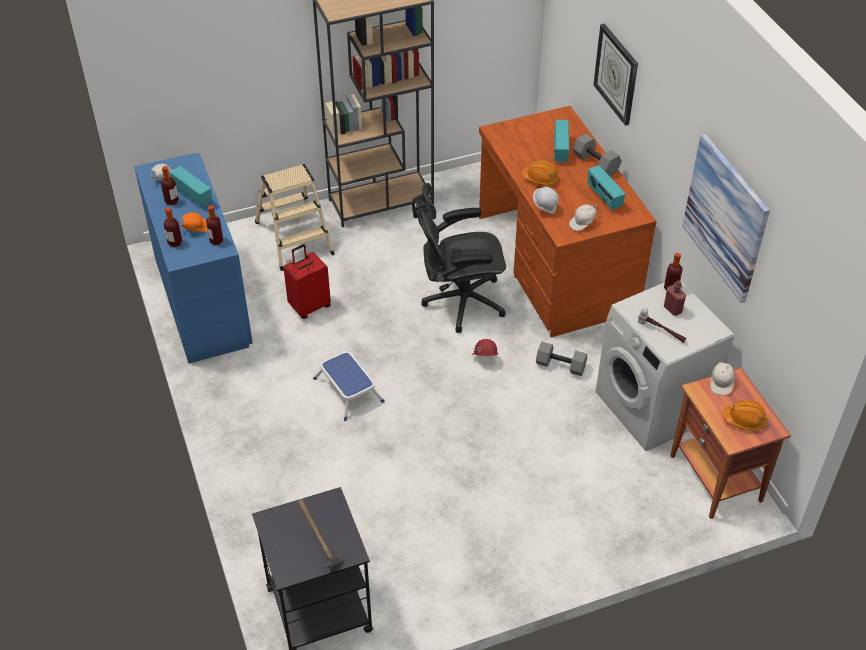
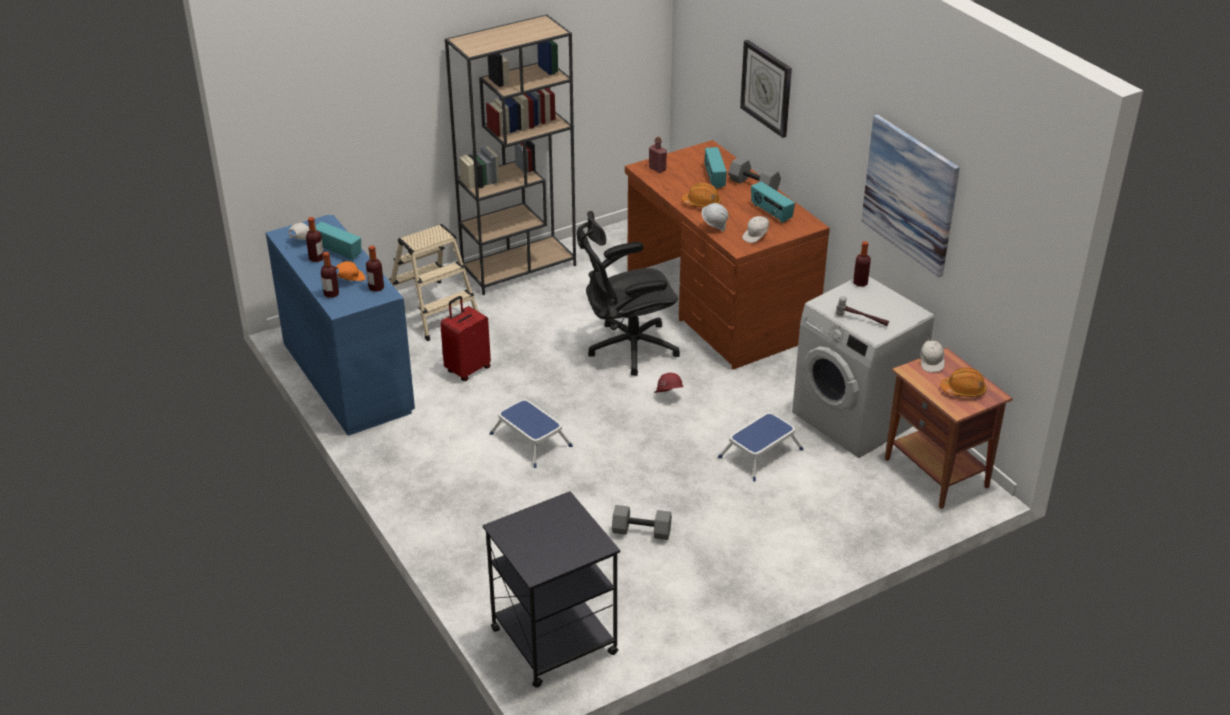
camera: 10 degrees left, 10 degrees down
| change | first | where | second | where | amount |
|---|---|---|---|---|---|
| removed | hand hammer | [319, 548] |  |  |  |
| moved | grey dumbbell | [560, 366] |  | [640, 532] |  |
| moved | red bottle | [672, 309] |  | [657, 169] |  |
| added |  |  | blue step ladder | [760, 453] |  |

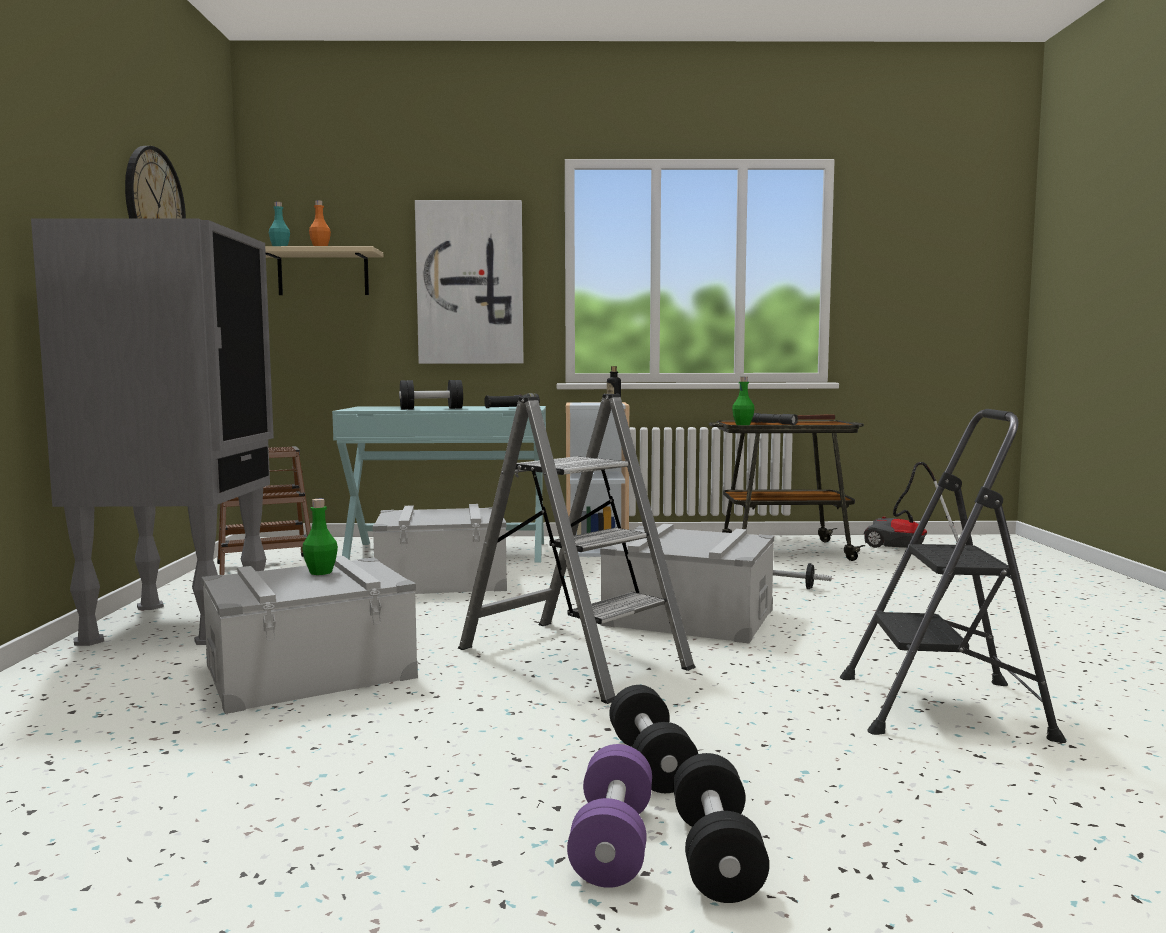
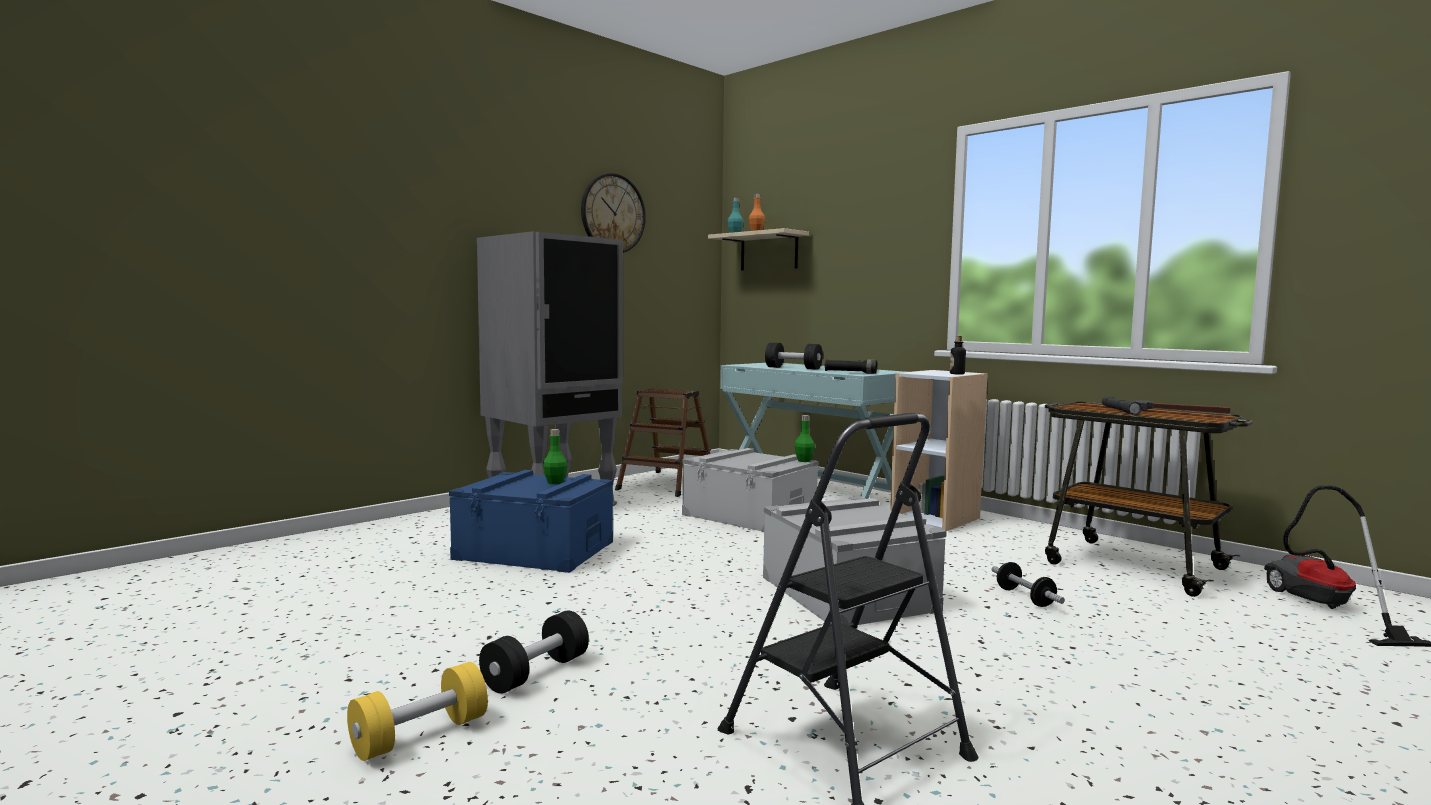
camera: 45 degrees right, 0 degrees up
| change | first | where | second | where | amount |
|---|---|---|---|---|---|
| recoloured | grey storage box | [310, 671] | blue storage box | [535, 550] |  |
| removed | wall art | [470, 283] |  |  |  |
| removed | grey step ladder | [570, 656] |  |  |  |
| removed | purple-coloured dumbbell | [613, 843] |  |  |  |
| recoloured | black dumbbell | [716, 856] | yellow-coloured dumbbell | [420, 735] |  |
| moved | greenish bottle | [743, 425] |  | [804, 460] |  |

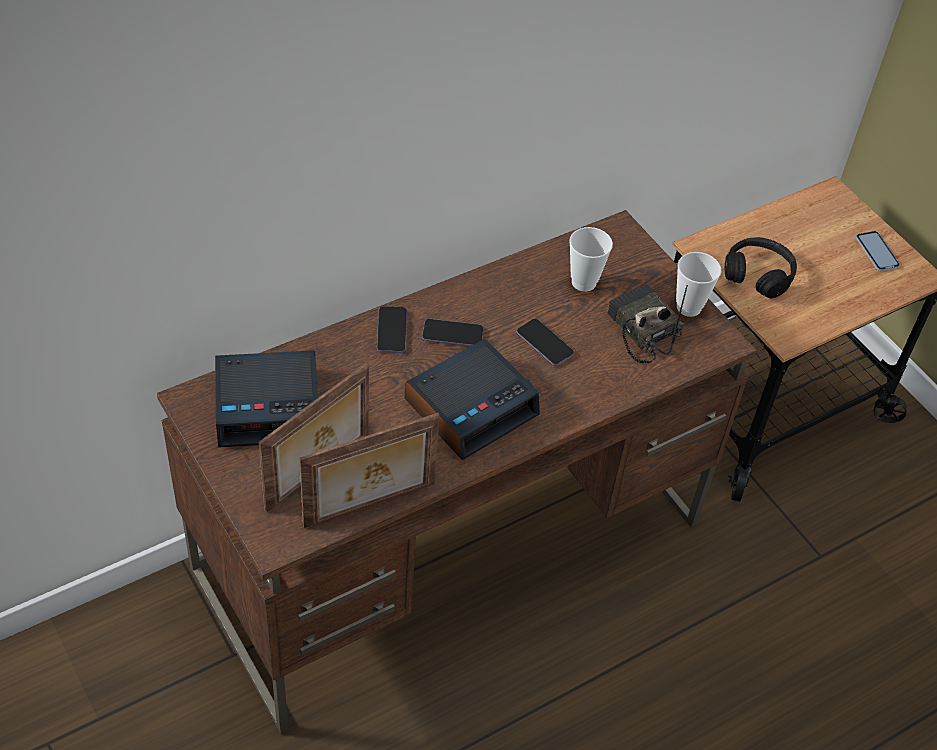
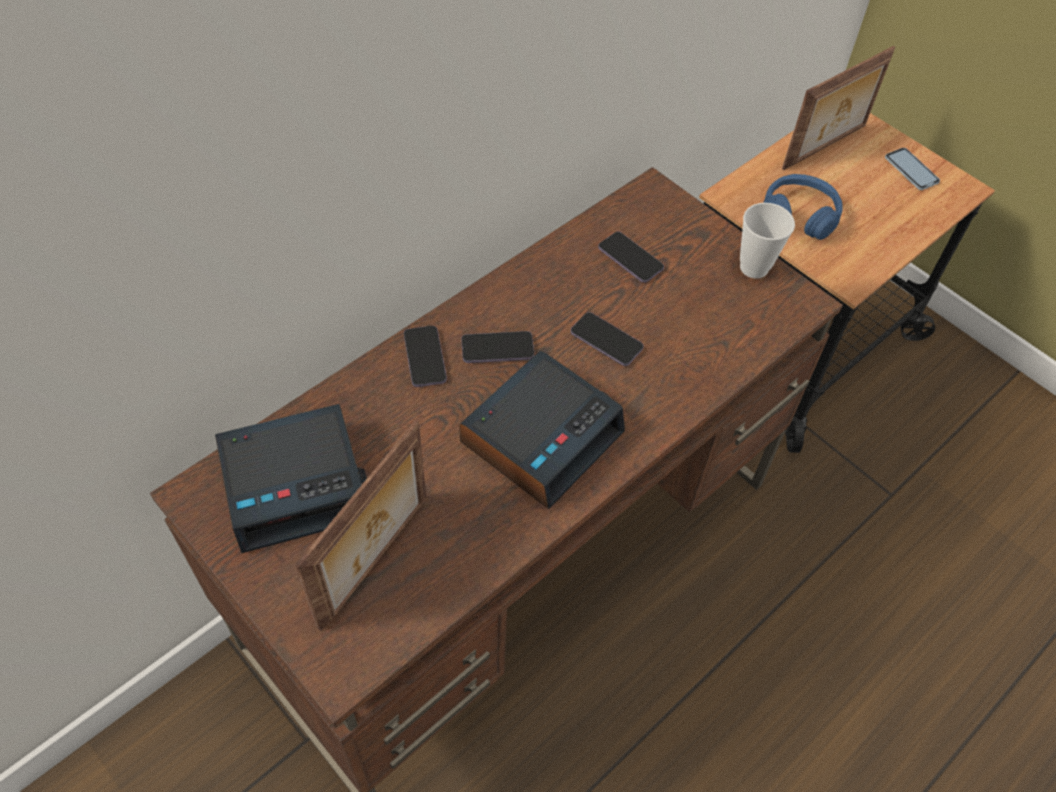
camera: 10 degrees left, 5 degrees up
| change | first | where | second | where | amount |
|---|---|---|---|---|---|
| moved | picture frame | [370, 506] |  | [825, 148] |  |
| replaced | cup | [583, 282] | telephone | [630, 259] |  |
| removed | radio set | [641, 330] |  |  |  |
| recoloured | black pair of headphones | [758, 275] | blue pair of headphones | [799, 215] |  |

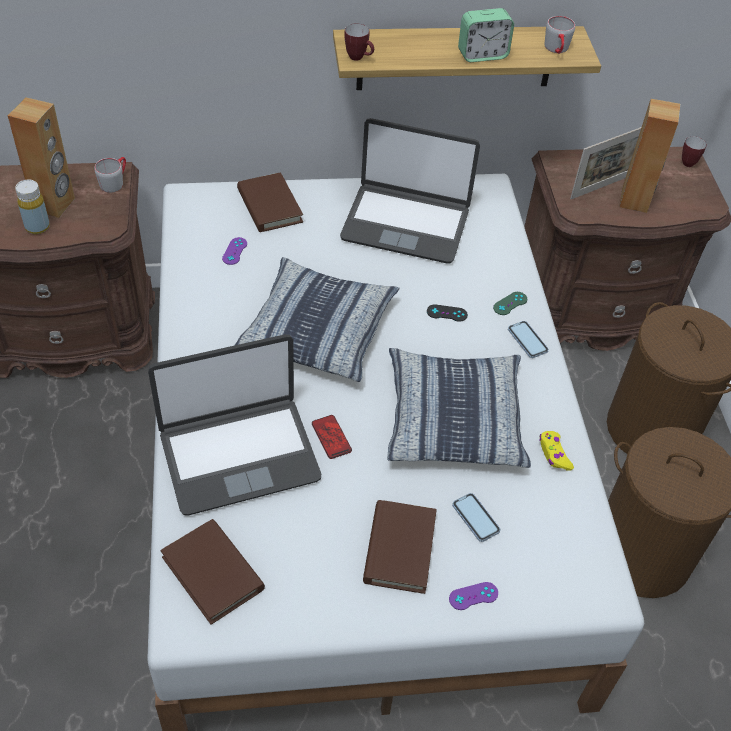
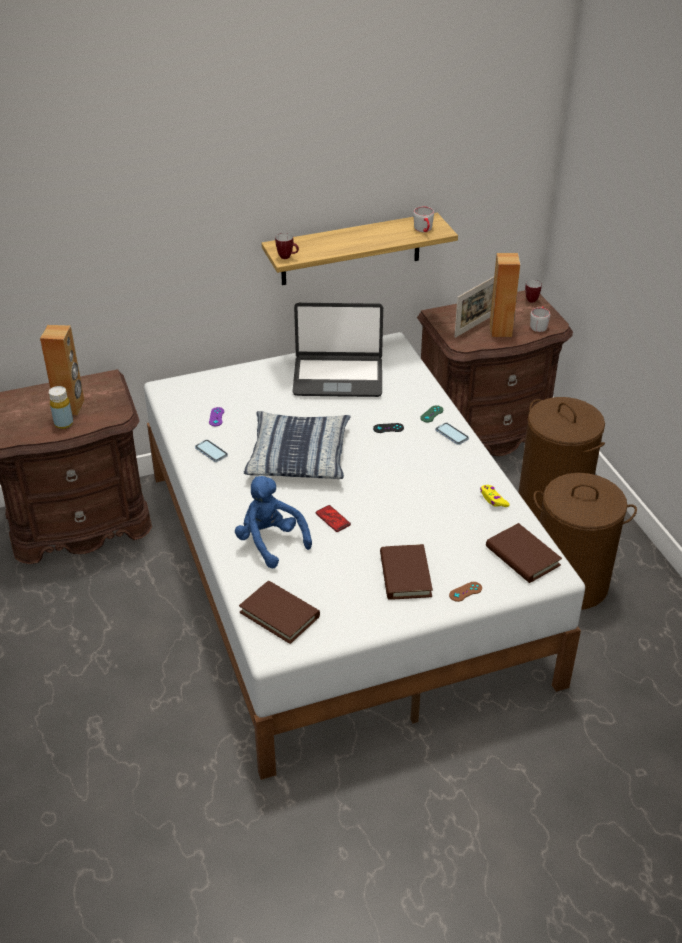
camera: 10 degrees left, 10 degrees down
| change | first | where | second | where | amount |
|---|---|---|---|---|---|
| moved | grey tea mug | [115, 181] |  | [539, 325] |  |
| replaced | portable computer | [239, 454] | blue soft toy | [270, 542] |  |
| moved | brown volume | [269, 206] |  | [522, 556] |  |
| removed | cushion | [454, 418] |  |  |  |
| recoloured | purple-coloured gamepad | [473, 596] | brown gamepad | [465, 592] |  |
| moved | telephone | [475, 518] |  | [211, 452] |  |
| removed | alarm clock | [482, 55] |  |  |  |

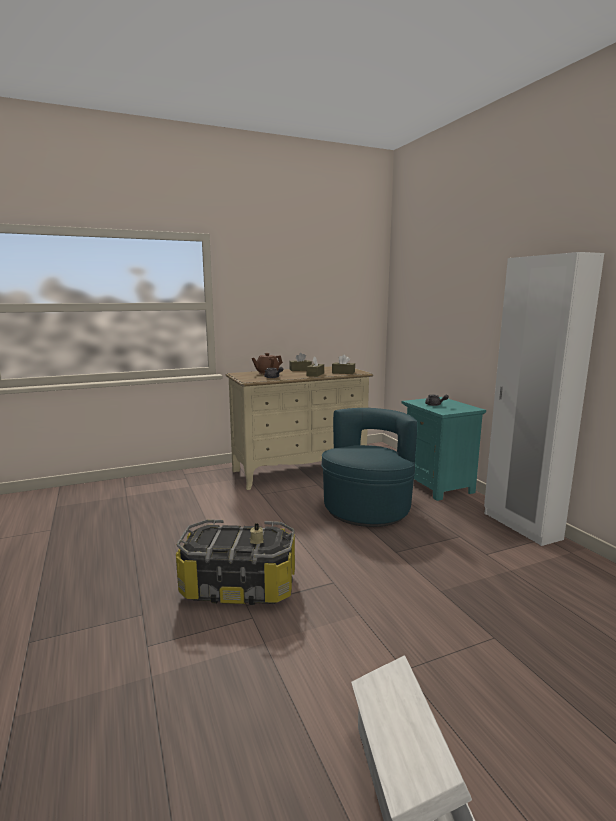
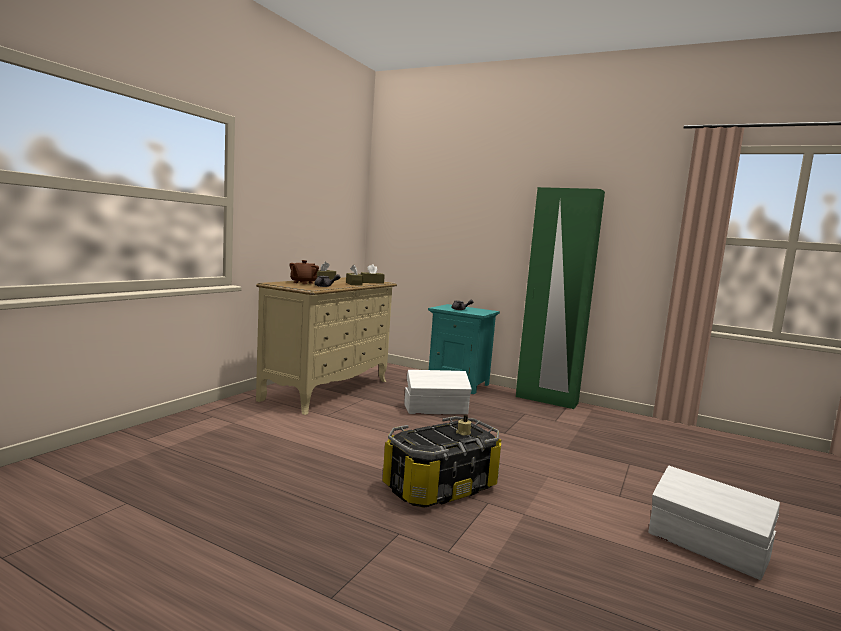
camera: 40 degrees left, 5 degrees down
| change | first | where | second | where | amount |
|---|---|---|---|---|---|
| replaced | turquoise-coloured easy chair | [366, 509] | whitish storage box | [436, 409] |  |
| recoloured | whitish armoire | [521, 526] | greenish armoire | [546, 400] |  |

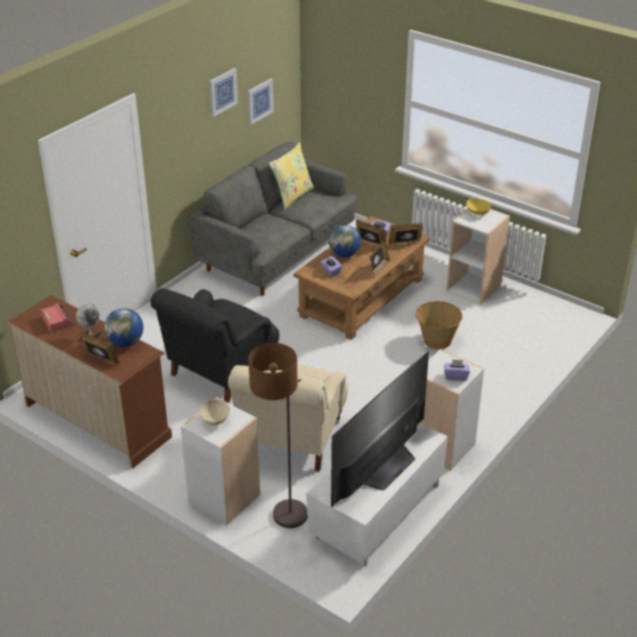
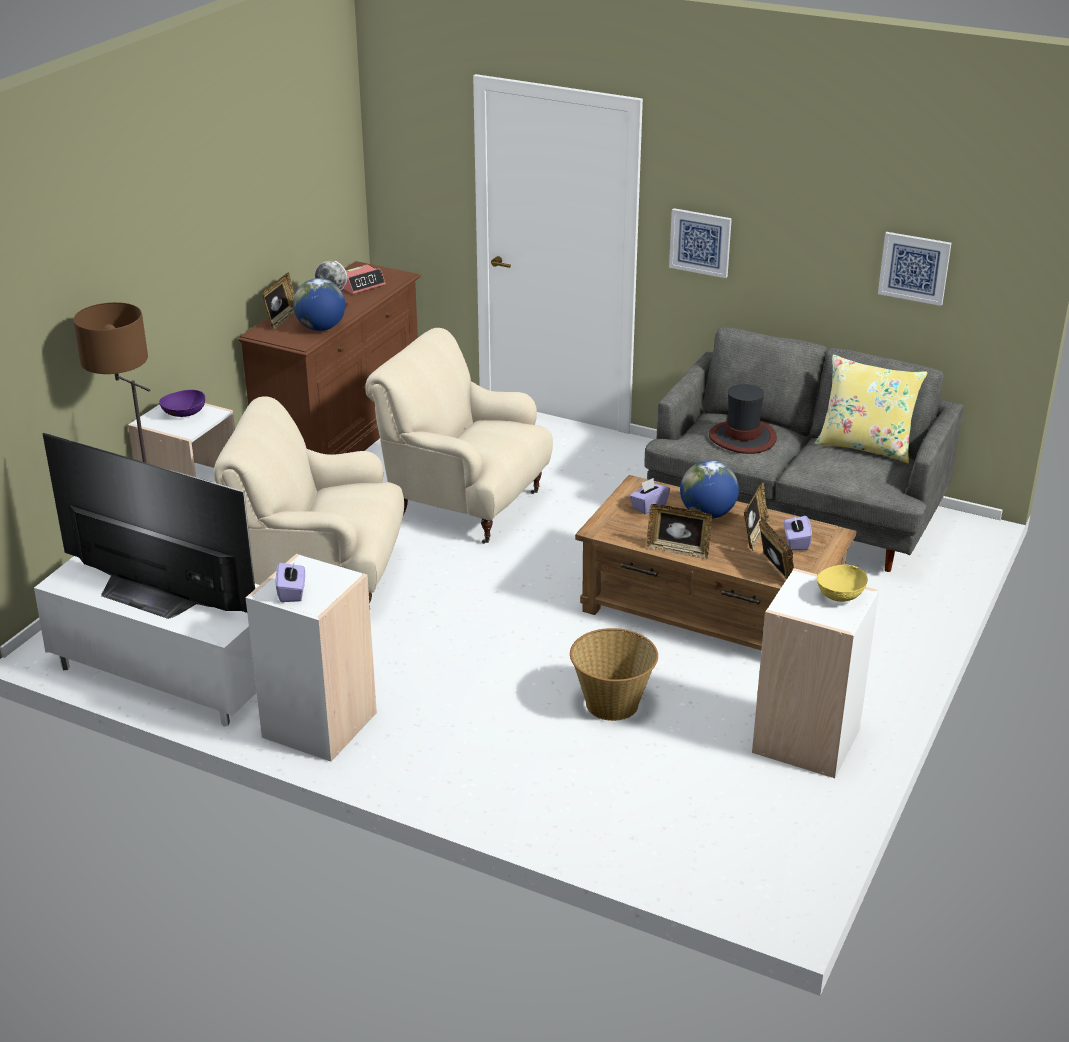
camera: 80 degrees right, 5 degrees down
| change | first | where | second | where | amount |
|---|---|---|---|---|---|
| recoloured | black easy chair | [220, 372] | sand-coloured easy chair | [464, 505] |  |
| recoloured | sand-coloured serving bowl | [215, 420] | purple-coloured serving bowl | [184, 414] |  |
| moved | wall art | [222, 92] |  | [700, 242] |  |
| added |  |  | wearable hat | [742, 438] |  |

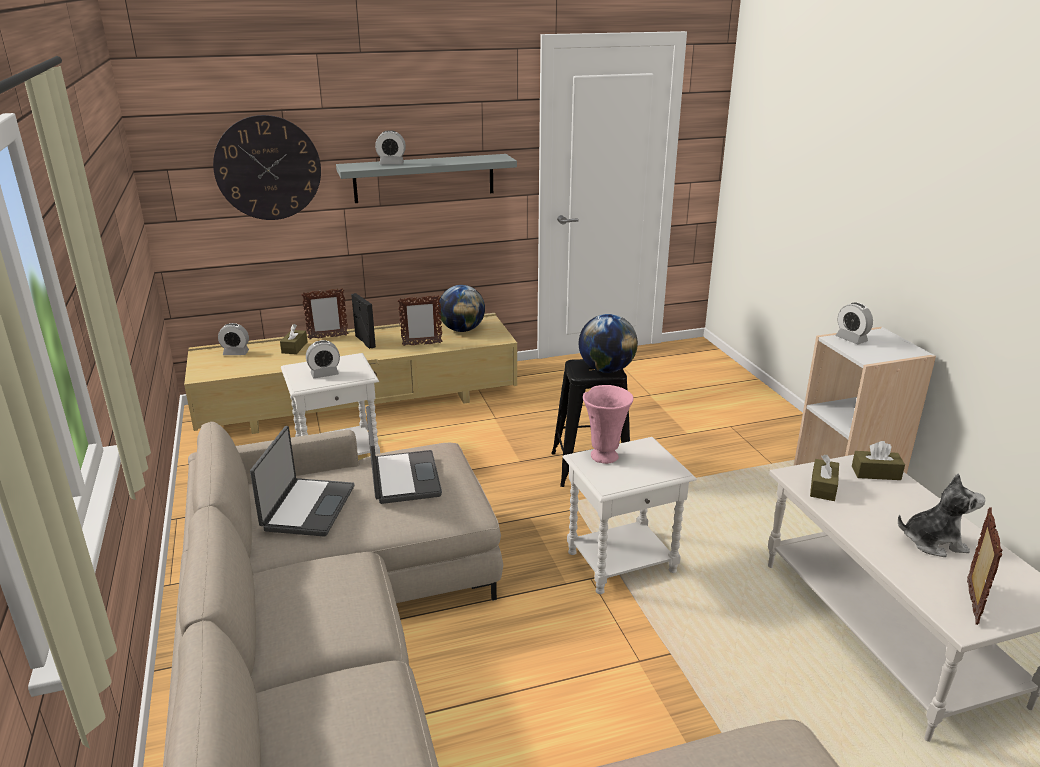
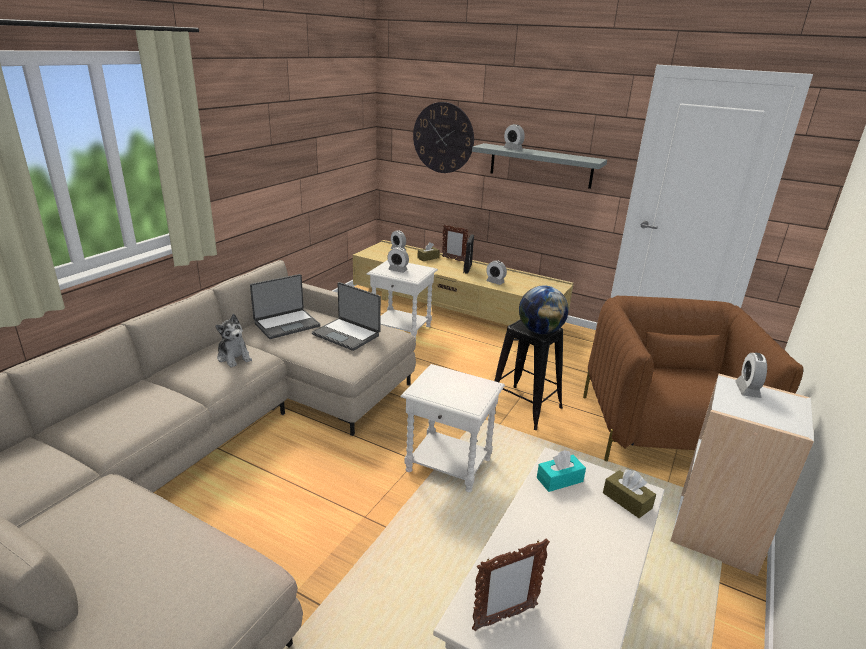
camera: 45 degrees right, 0 degrees up
| change | first | where | second | where | amount |
|---|---|---|---|---|---|
| turned | portable computer | [403, 478] |  | [347, 334] | 90 degrees clockwise |
| replaced | picture frame | [421, 344] | alarm clock | [495, 282] |  |
| removed | globe | [462, 330] |  |  |  |
| removed | pinkish vase | [604, 455] |  |  |  |
| recoloured | brown box of tissues | [823, 487] | turquoise-coloured box of tissues | [559, 480] |  |
| moved | soft toy | [933, 542] |  | [234, 357] |  |
| added |  |  | brown easy chair | [664, 431] |  |

